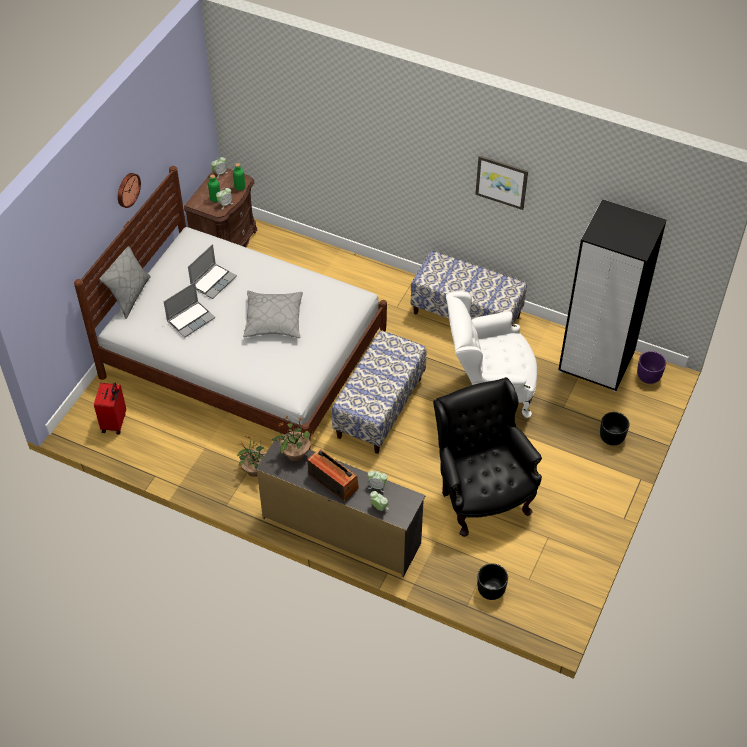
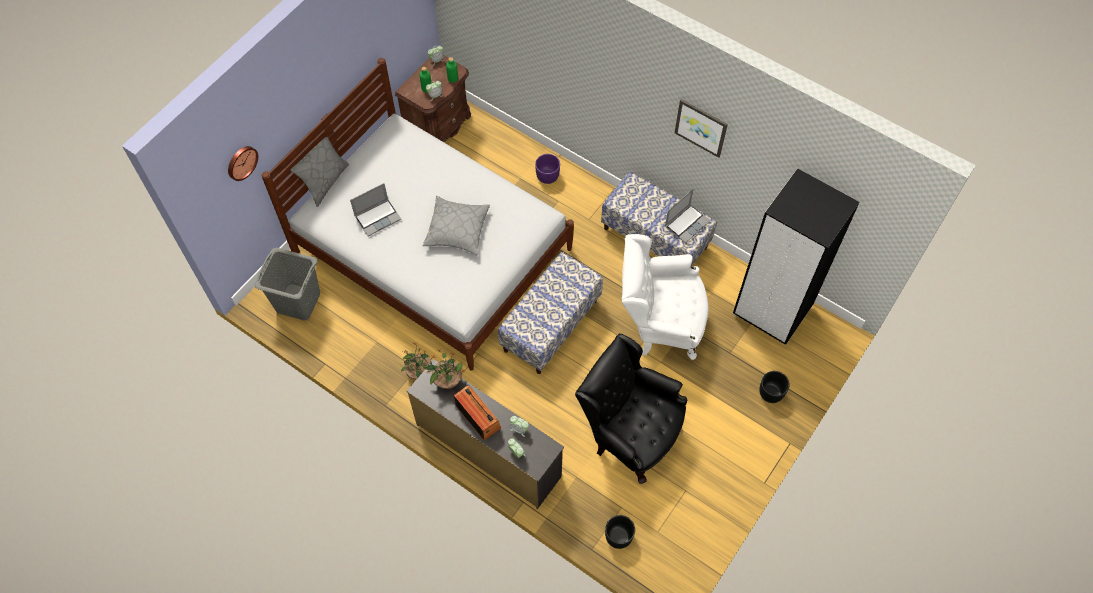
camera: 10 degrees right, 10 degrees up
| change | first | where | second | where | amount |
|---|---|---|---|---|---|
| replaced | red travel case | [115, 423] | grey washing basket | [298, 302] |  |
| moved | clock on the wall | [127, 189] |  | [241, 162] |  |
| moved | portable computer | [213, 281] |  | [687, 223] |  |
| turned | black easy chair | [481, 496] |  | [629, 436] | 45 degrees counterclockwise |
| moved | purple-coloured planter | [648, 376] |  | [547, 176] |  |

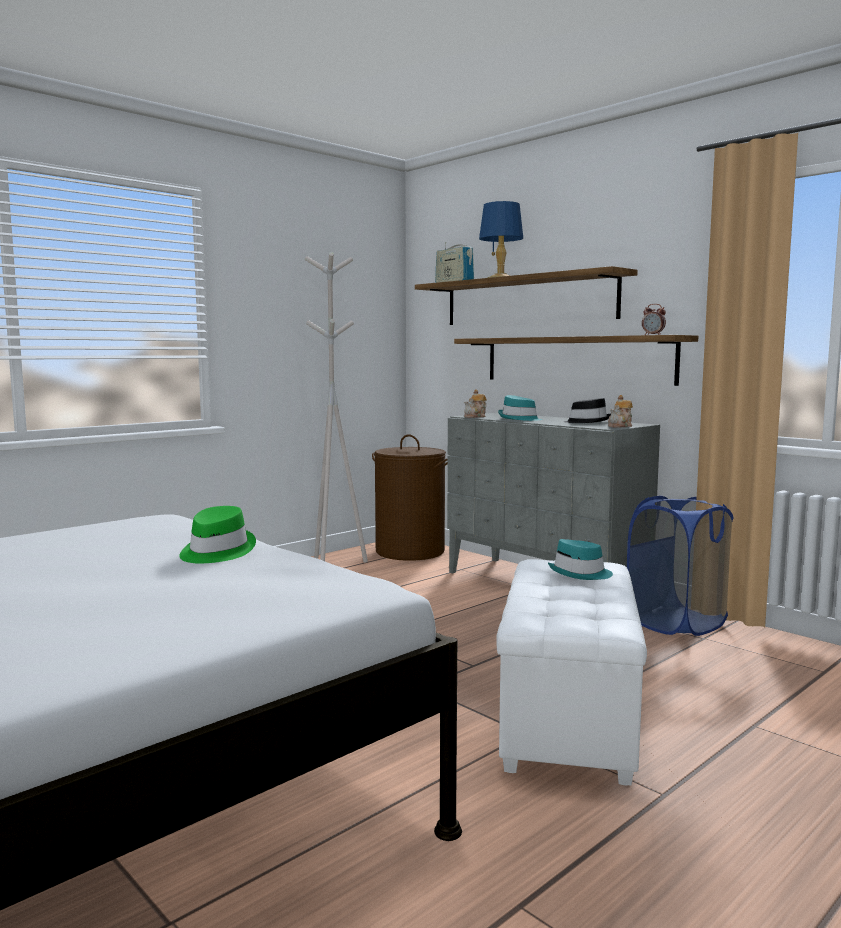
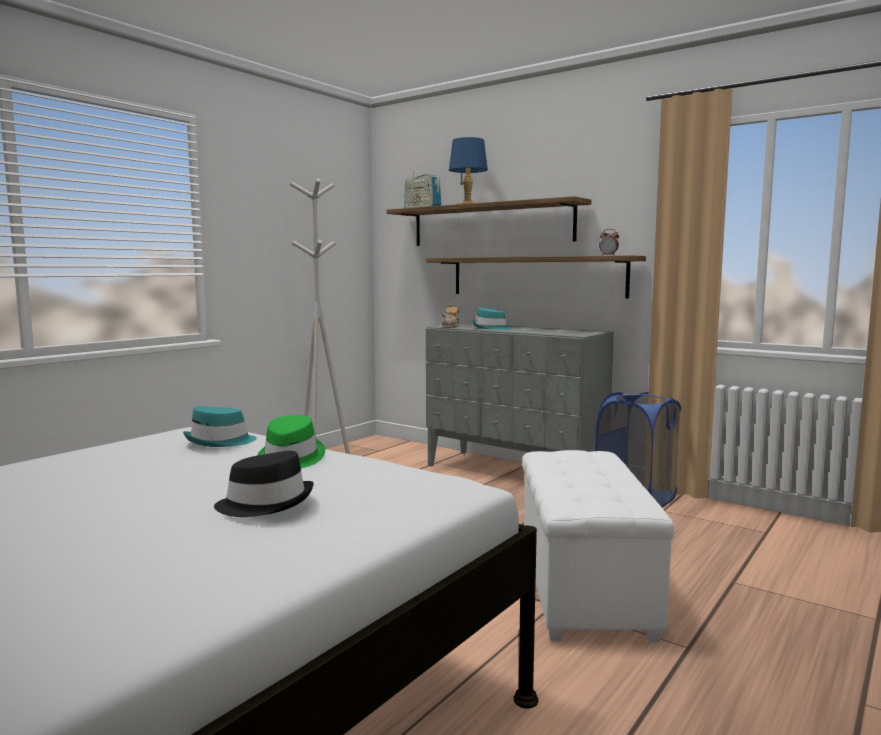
camera: 10 degrees left, 0 degrees up
| change | first | where | second | where | amount |
|---|---|---|---|---|---|
| removed | brown washing basket | [410, 551] |  |  |  |
| moved | turquoise-coloured wearable hat | [581, 574] |  | [220, 441] |  |
| moved | black wearable hat | [587, 422] |  | [266, 503] |  |
| removed | tea pot | [620, 426] |  |  |  |

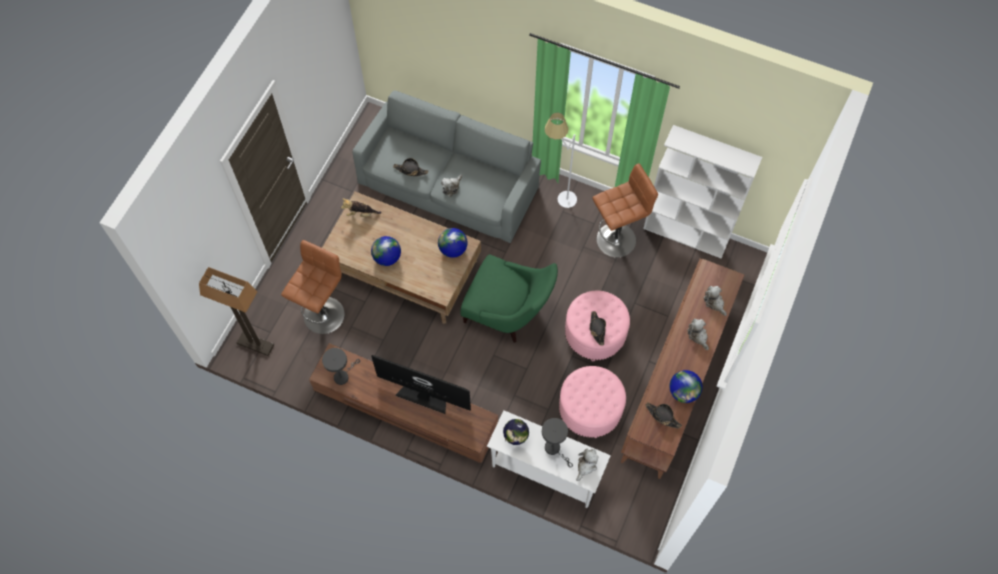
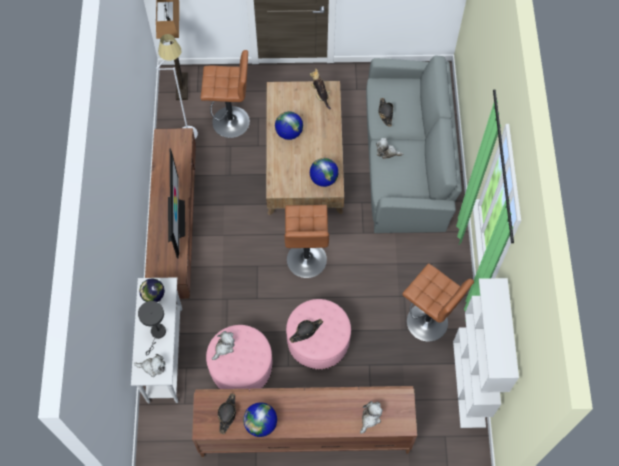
camera: 65 degrees right, 0 degrees up
| change | first | where | second | where | amount |
|---|---|---|---|---|---|
| removed | grey lamp for a table | [343, 375] |  |  |  |
| replaced | greenish easy chair | [508, 310] | brown sitting stool | [306, 260] |  |
| moved | whitish standard lamp | [558, 198] |  | [185, 126] |  |
| moved | soft toy | [698, 336] |  | [224, 347] |  |

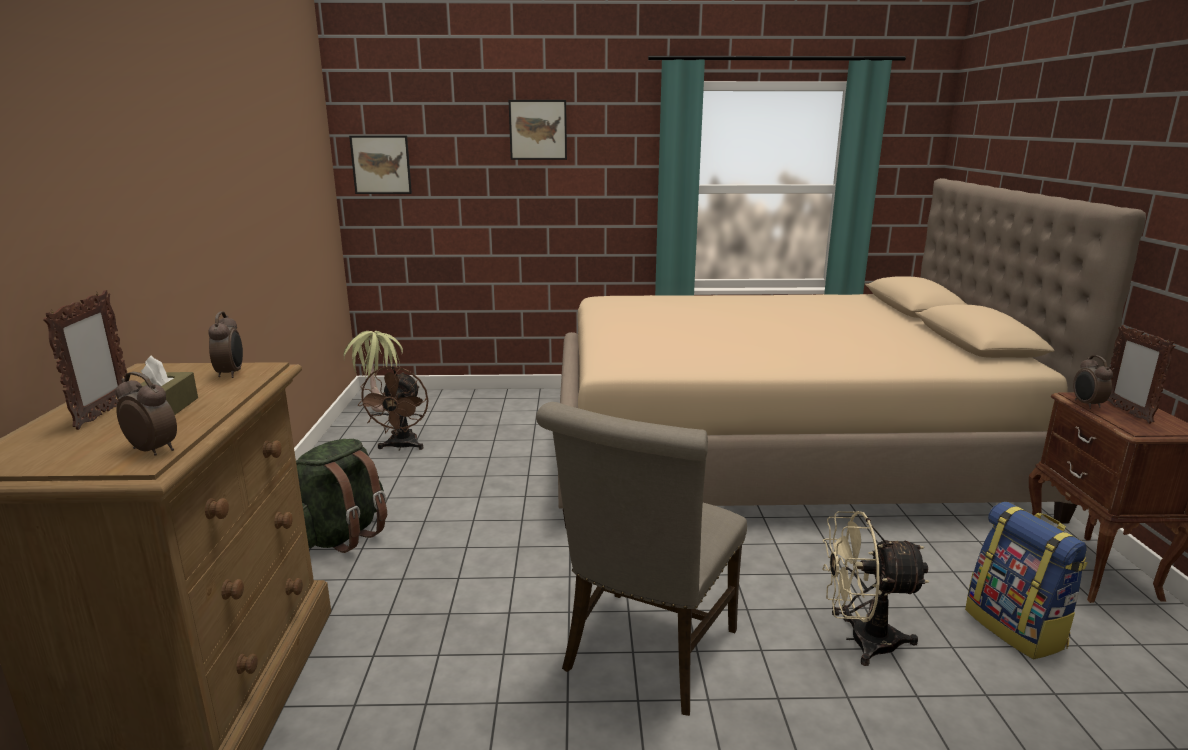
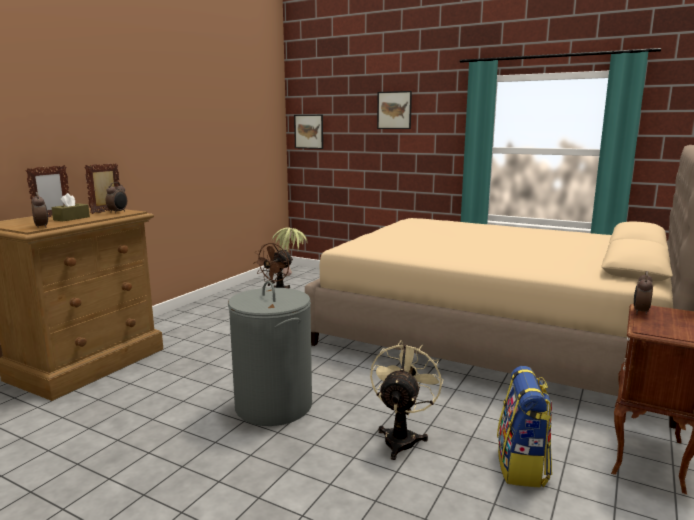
camera: 30 degrees right, 5 degrees down
| change | first | where | second | where | amount |
|---|---|---|---|---|---|
| removed | greenish rucksack | [341, 535] |  |  |  |
| replaced | sand-coloured chair | [646, 655] | grey washing basket | [273, 406] |  |
| turned | sand-coloured cooling fan | [860, 640] |  | [402, 437] | 75 degrees clockwise |
| moved | picture frame | [1126, 412] |  | [107, 211] |  |

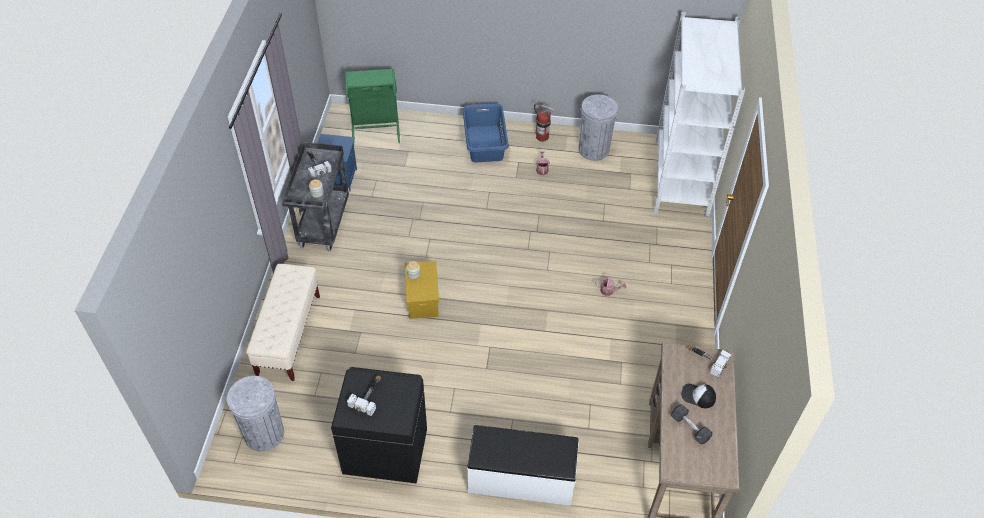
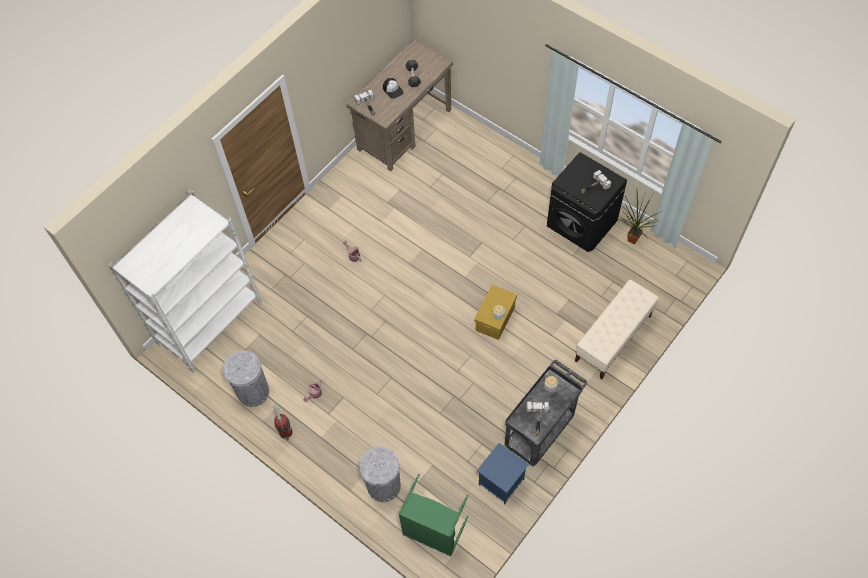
camera: 145 degrees left, 10 degrees up
| change | first | where | second | where | amount |
|---|---|---|---|---|---|
| moved | grey trash can | [264, 433] |  | [384, 486] |  |
| removed | blue washing basket | [484, 144] |  |  |  |
| removed | whitish indoor bench | [521, 479] |  |  |  |
| added |  |  | houseplant | [631, 241] |  |

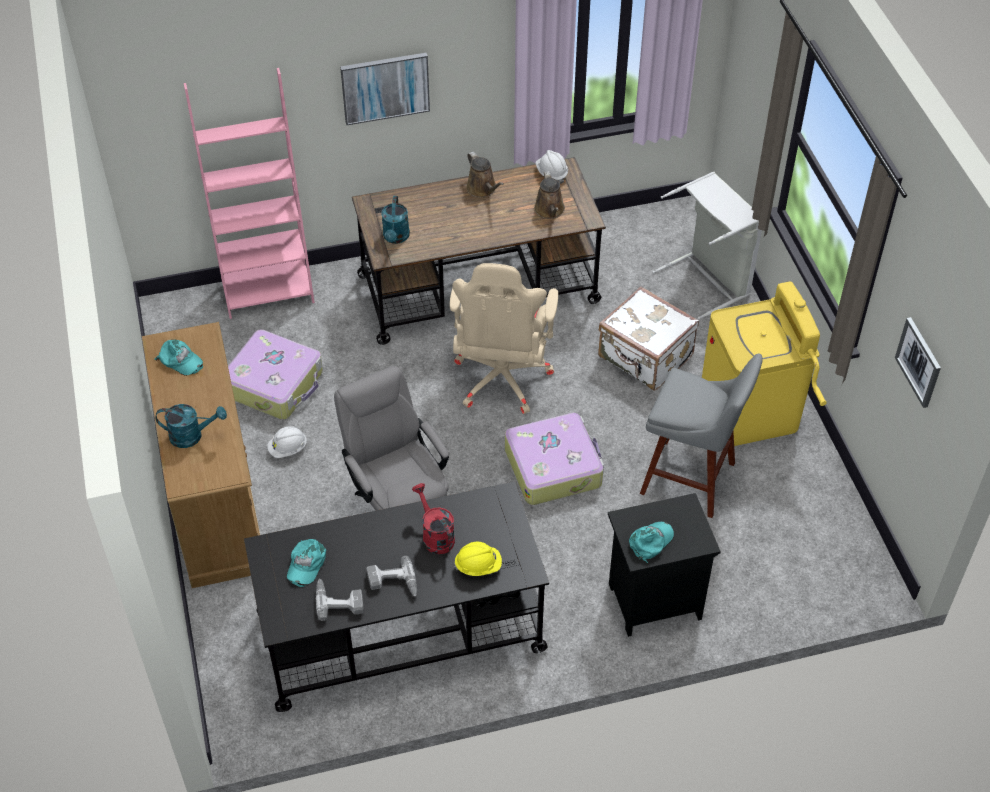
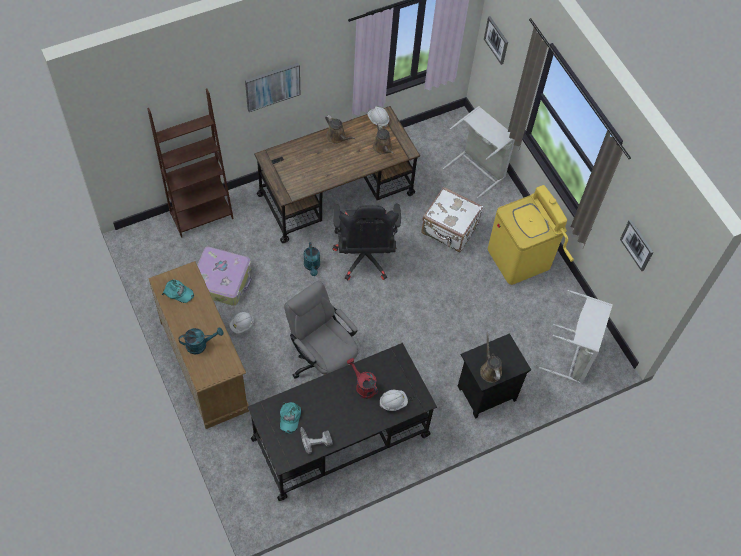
camera: 15 degrees left, 10 degrees up
| change | first | where | second | where | amount |
|---|---|---|---|---|---|
| recoloured | pinkish shelving unit | [268, 292] | brown shelving unit | [201, 215] |  |
| removed | power drill | [393, 583] |  |  |  |
| moved | turquoise-coloured watering can | [396, 238] |  | [312, 266] |  |
| recoloured | sand-coloured desk chair | [501, 377] | black desk chair | [364, 256] |  |
| recoloured | yellow-coloured work helmet | [478, 566] | whitish work helmet | [393, 402] |  |
| removed | travel case | [553, 466] |  |  |  |
| replaced | turquoise-coloured peaked cap | [651, 542] | brown watering can | [490, 369] |  |
| removed | grey sitting stool | [690, 479] |  |  |  |
| added |  |  | wall art | [496, 40] |  |
| added |  |  | grey washing basket | [574, 356] |  |

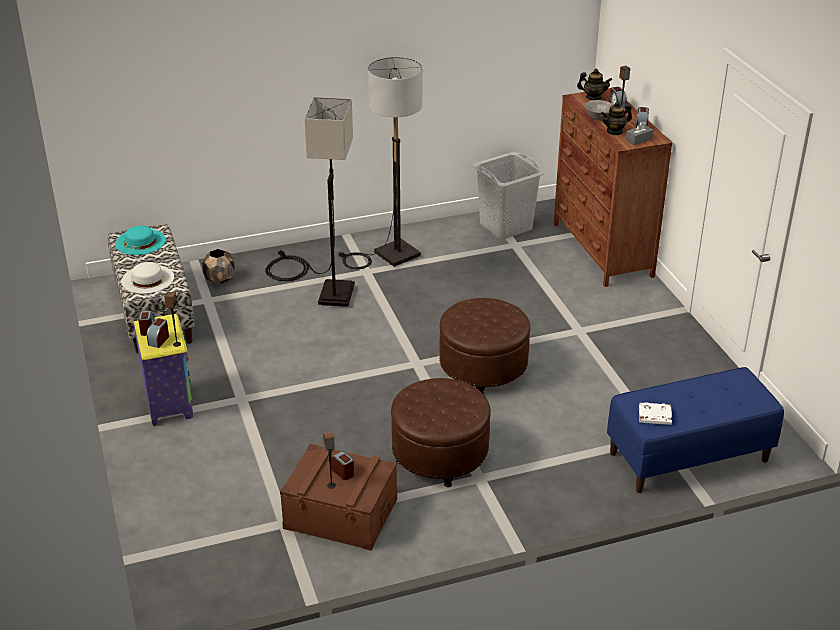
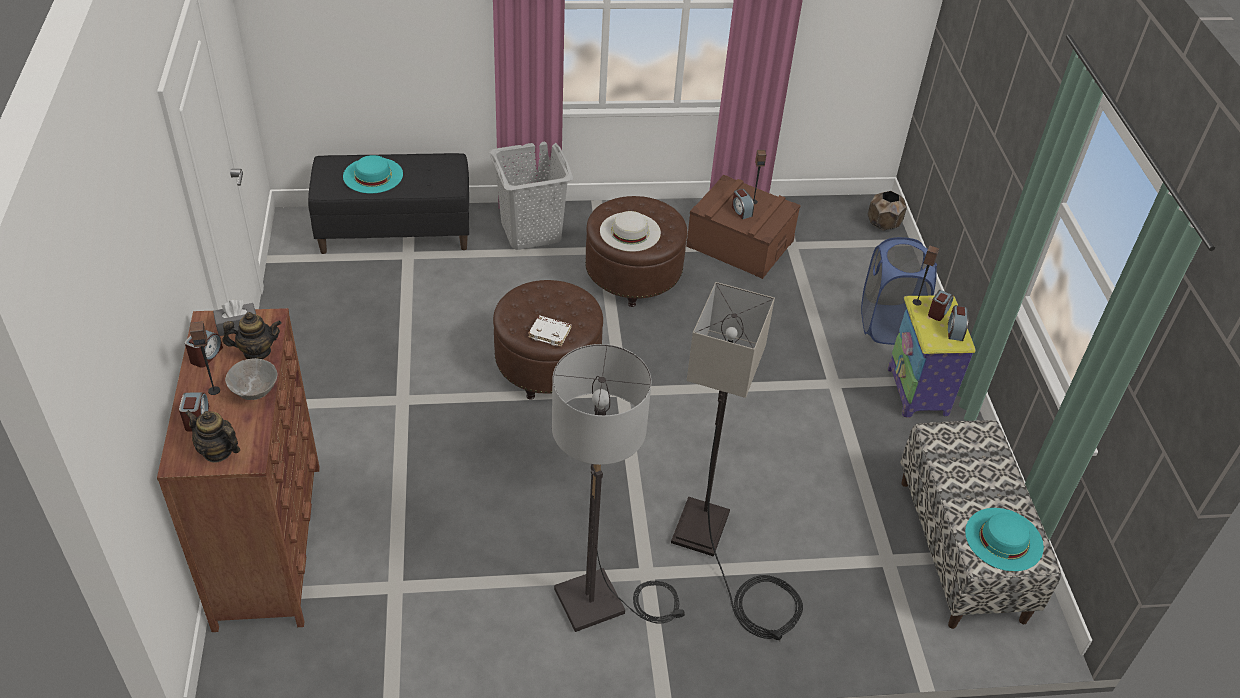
camera: 170 degrees left, 10 degrees up
| change | first | where | second | where | amount |
|---|---|---|---|---|---|
| moved | whitish wearable hat | [147, 279] |  | [630, 232] |  |
| moved | brown planter | [220, 279] |  | [883, 224] |  |
| moved | grey washing basket | [506, 227] |  | [530, 231] |  |
| recoloured | blue indoor bench | [688, 457] | black indoor bench | [395, 231] |  |
| moved | whitish volume | [654, 417] |  | [550, 333] |  |
| added |  |  | turquoise-coloured wearable hat | [373, 175] |  |
| added |  |  | blue washing basket | [887, 325] |  |

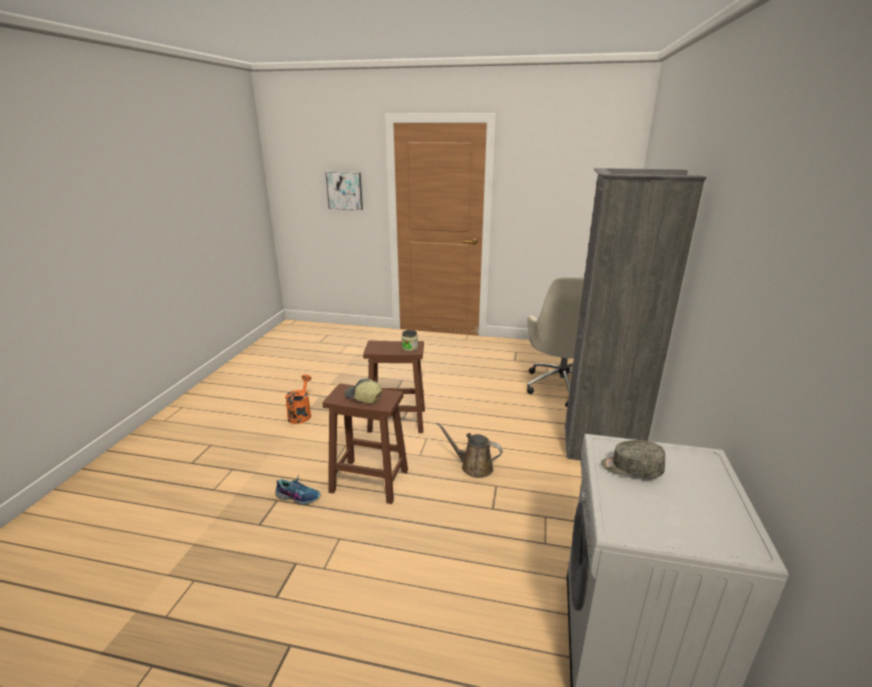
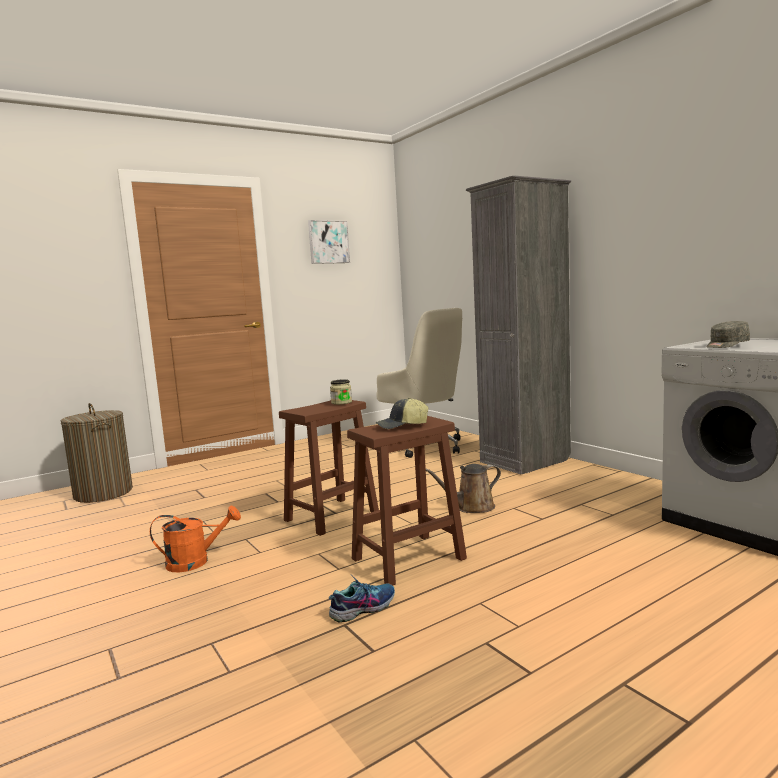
camera: 45 degrees left, 15 degrees down
| change | first | where | second | where | amount |
|---|---|---|---|---|---|
| turned | orange-coloured watering can | [301, 414] |  | [195, 562] | 120 degrees clockwise |
| moved | wall art | [345, 190] |  | [328, 242] |  |
| added |  |  | washing basket | [103, 493] |  |

